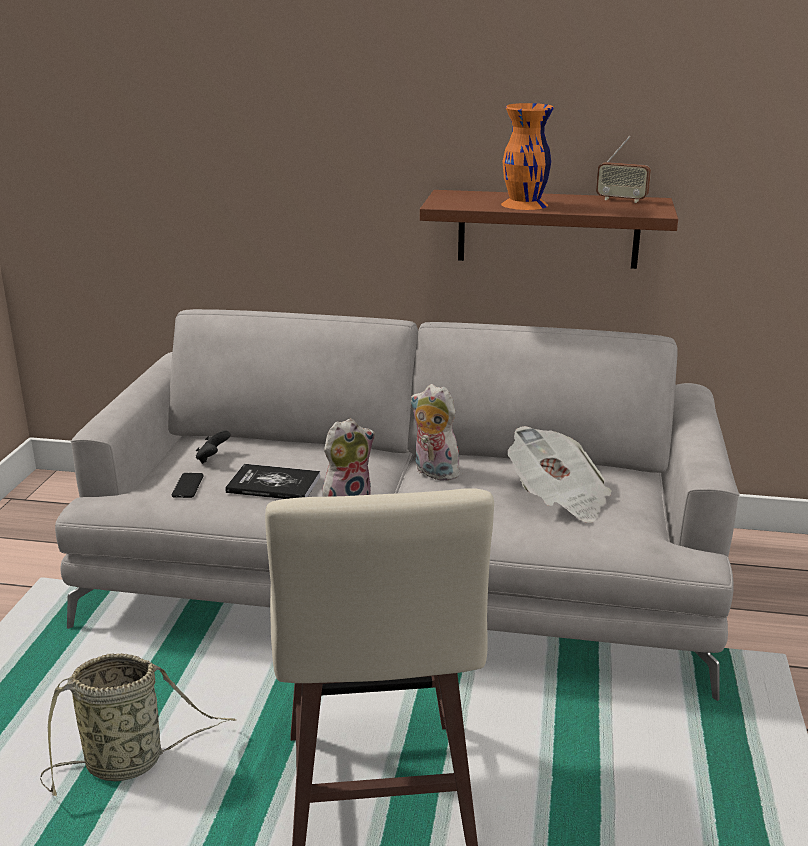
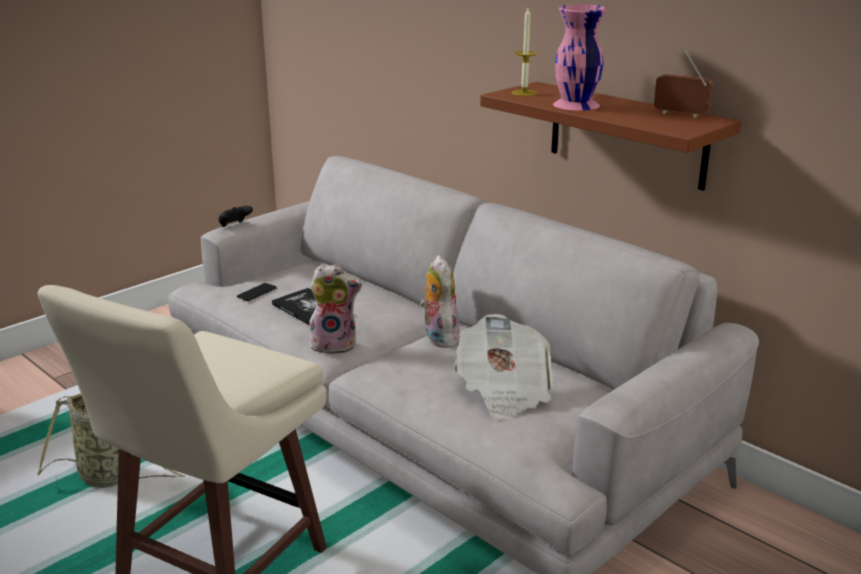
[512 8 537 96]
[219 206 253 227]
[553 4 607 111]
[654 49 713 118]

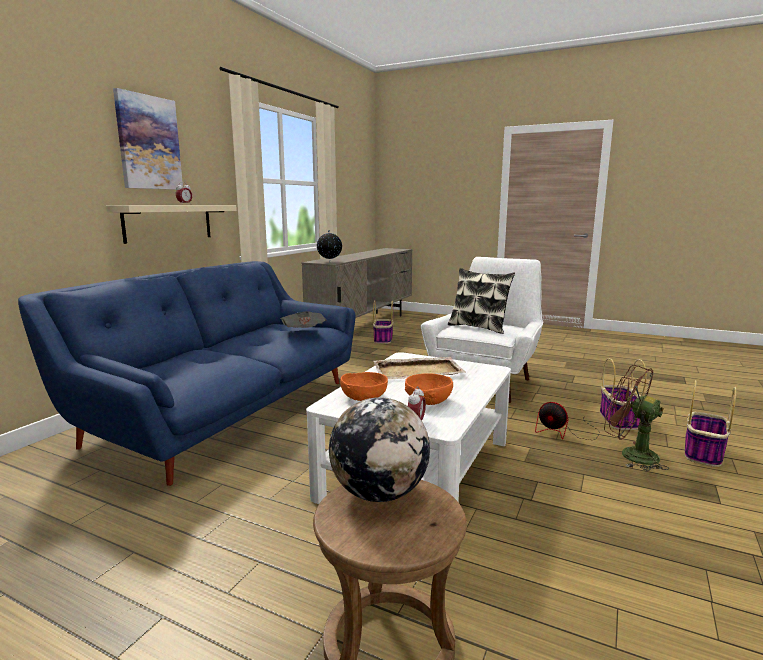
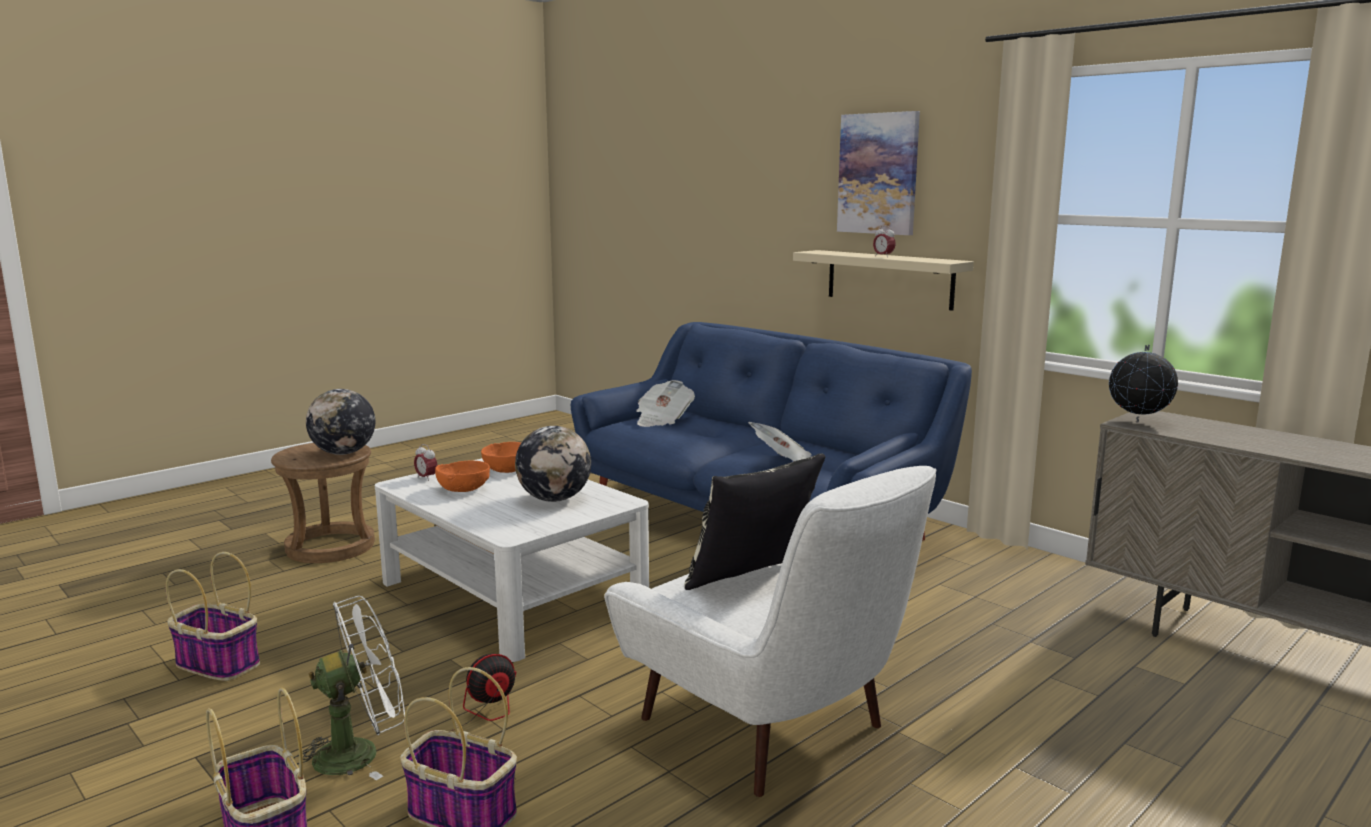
[636 380 695 427]
[166 552 260 681]
[515 426 591 502]
[294 596 405 780]

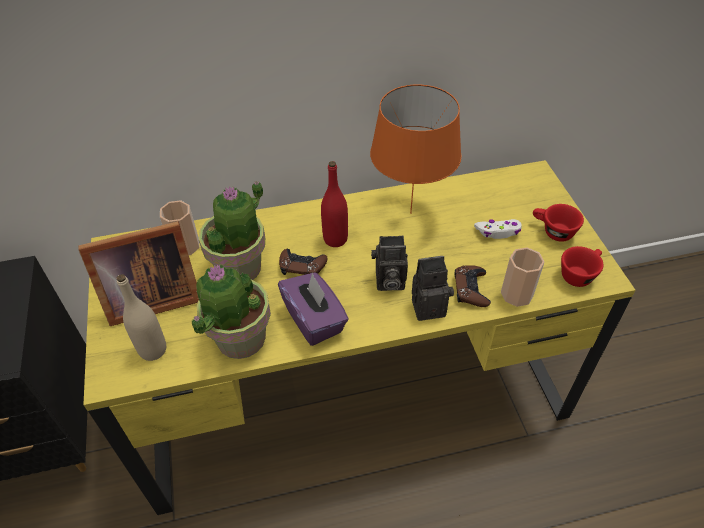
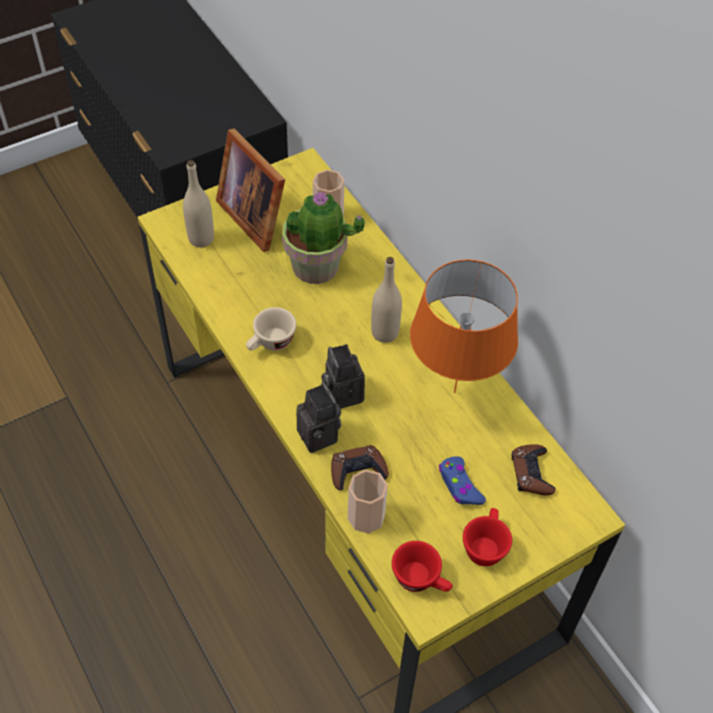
[191 264 271 359] (first image)
[512 444 556 496]
[246 307 296 351]
[371 257 402 343]
[439 456 486 505]

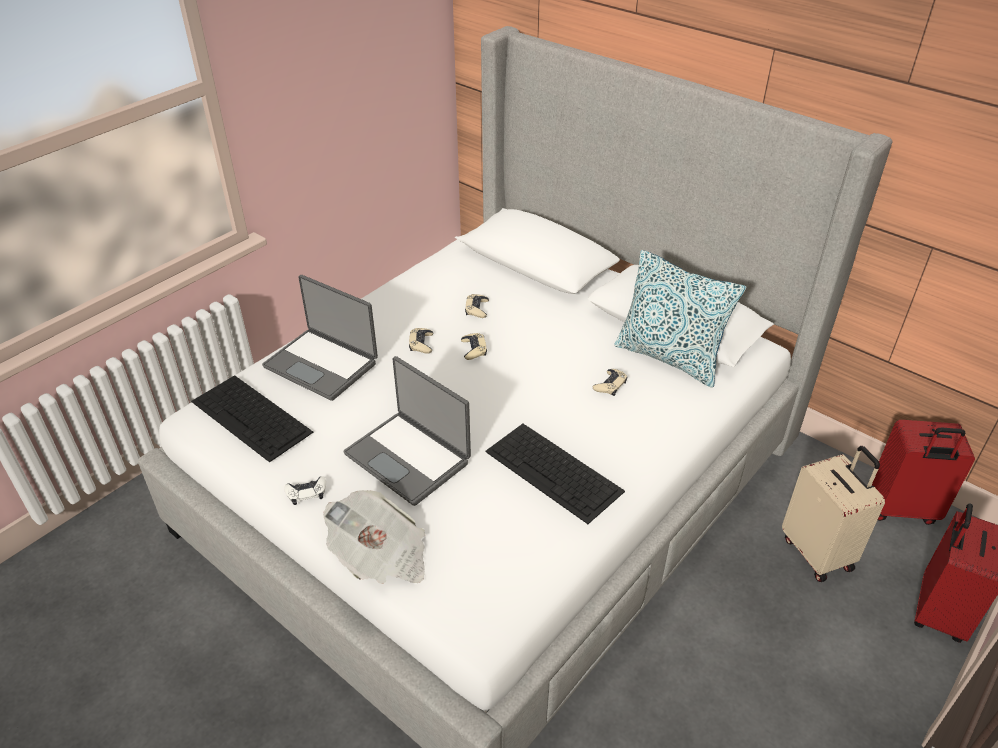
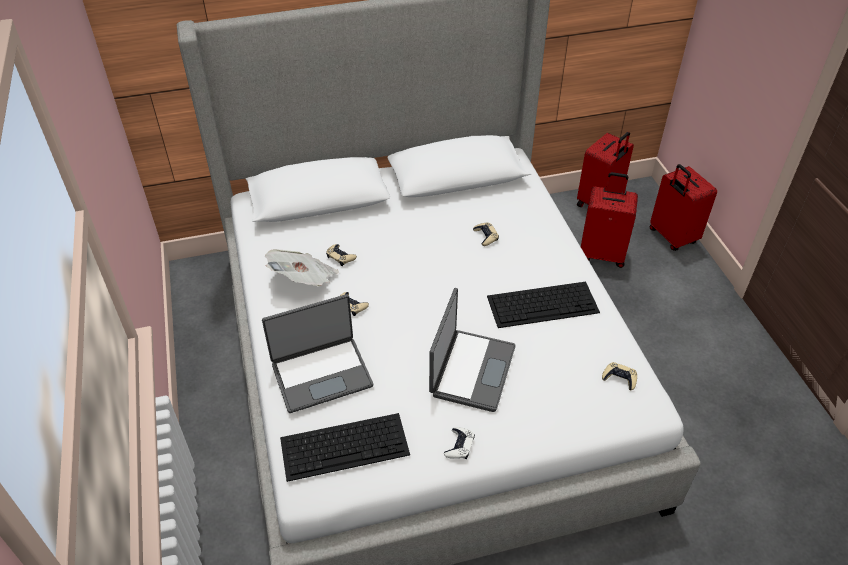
[614 250 746 387] (first image)
[265 249 339 286]
[602 362 637 390]
[581 172 638 268]
[429 288 516 412]

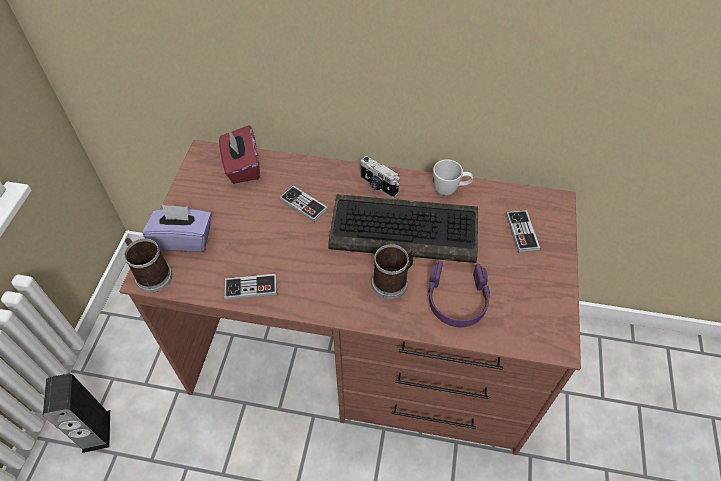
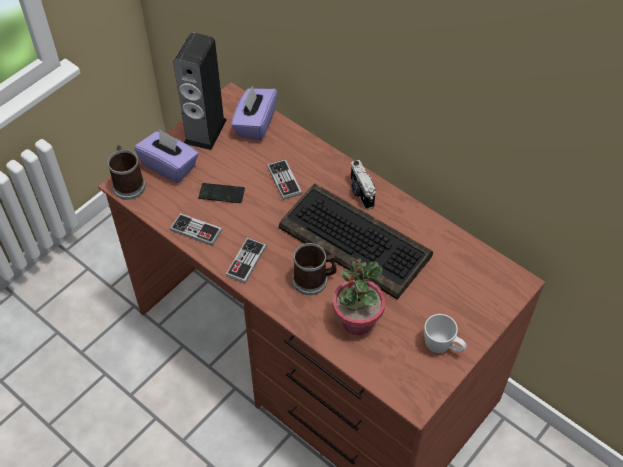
[198 183 245 203]
[173 32 227 150]
[424 314 467 353]
[226 237 267 284]
[333 258 385 335]
[231 86 278 141]

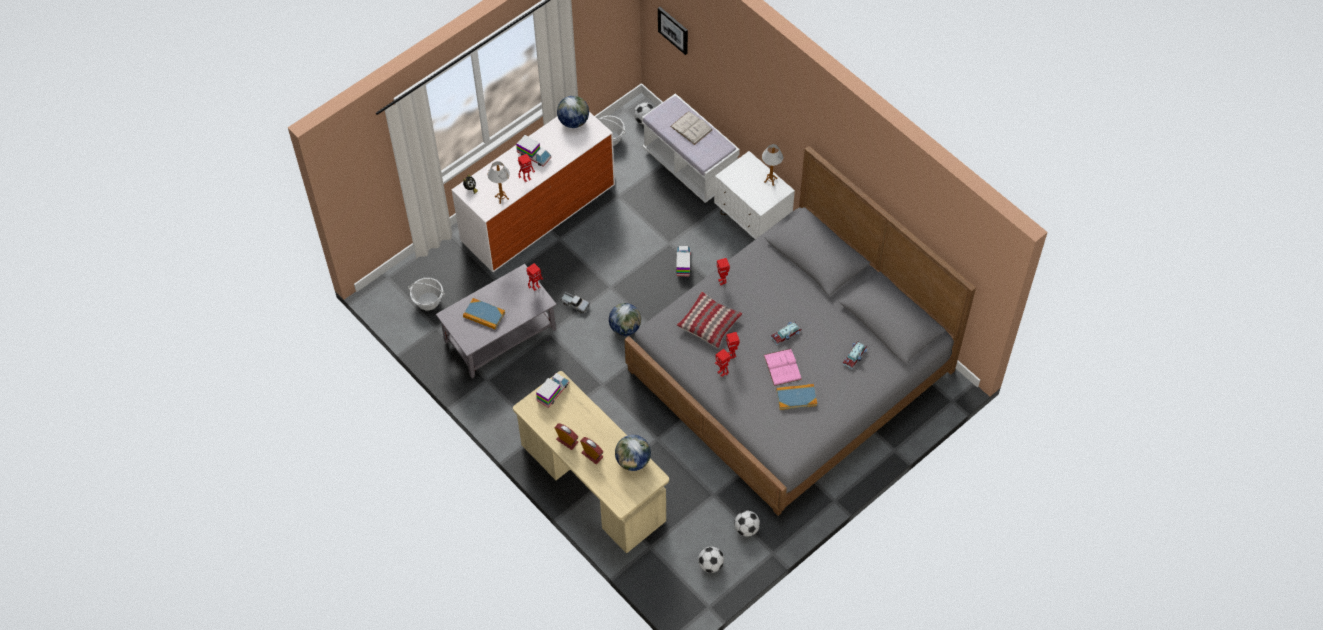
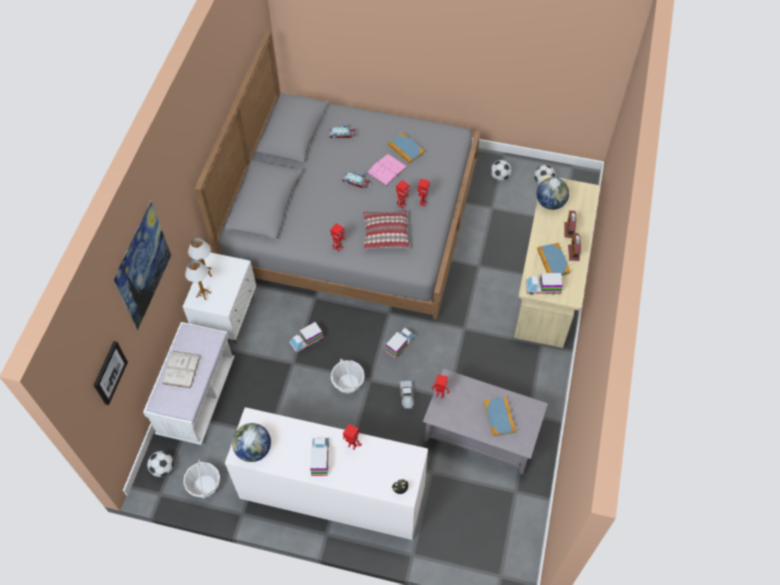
[113 201 171 331]
[537 243 571 276]
[331 358 365 393]
[185 260 211 300]
[385 328 416 359]

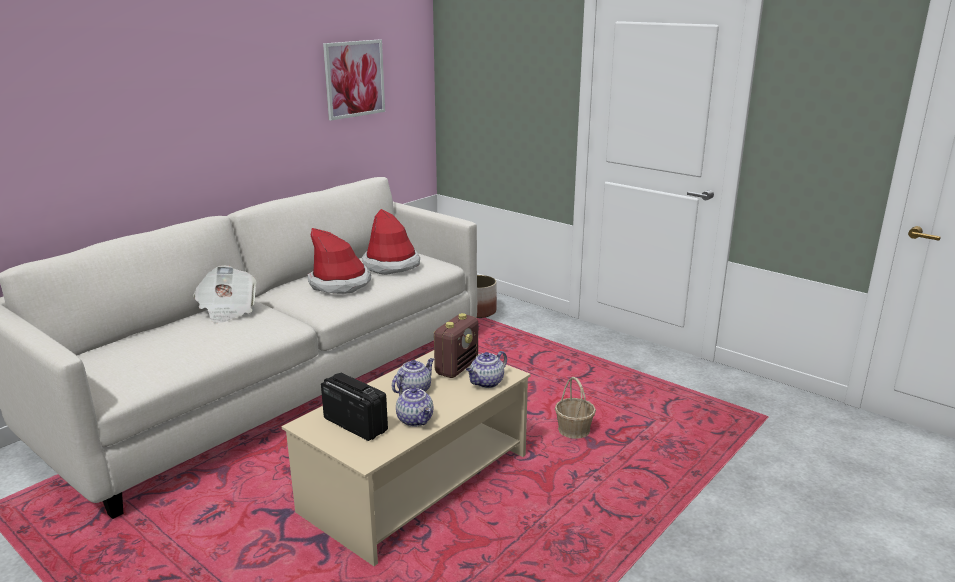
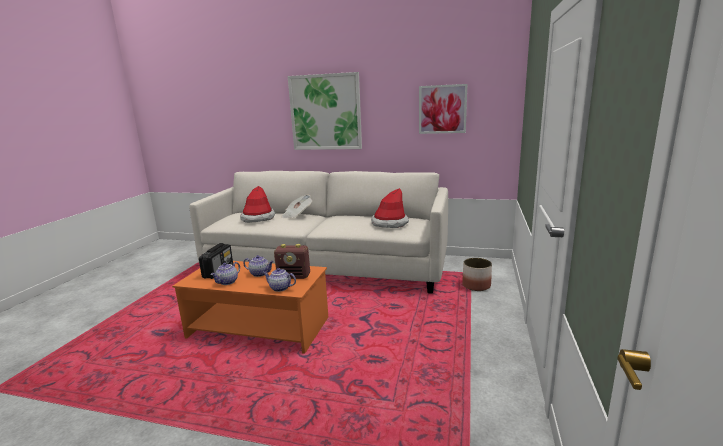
[555 377 596 439] (first image)
[288 72 362 150]
[240 186 276 223]
[172 261 328 354]

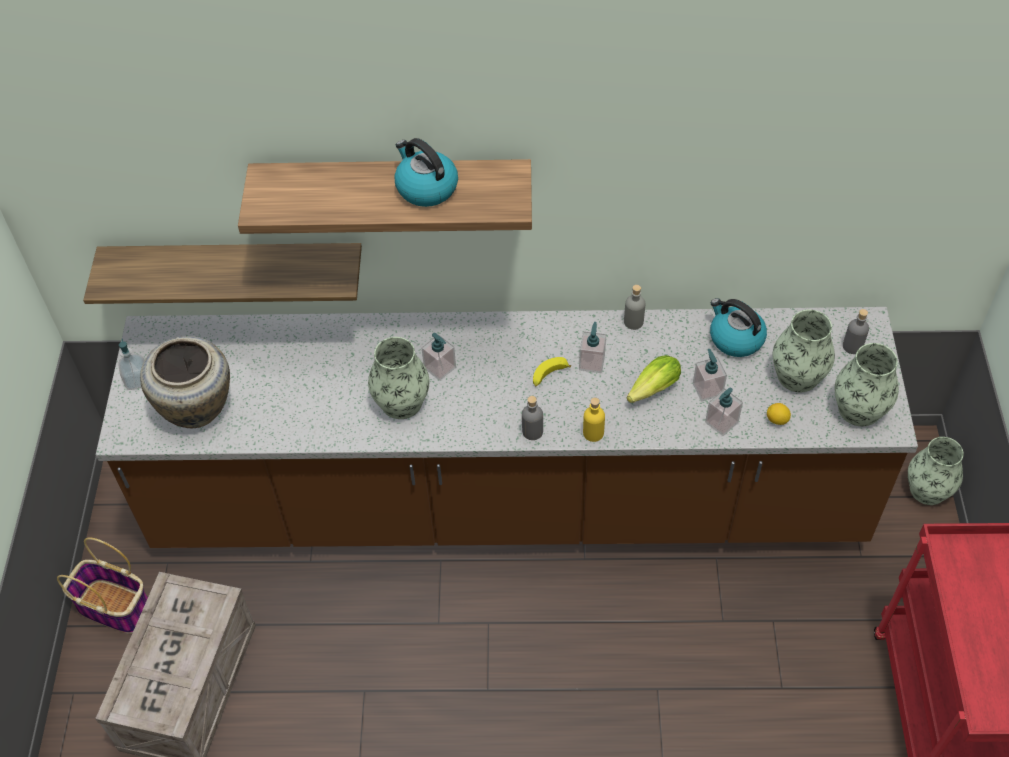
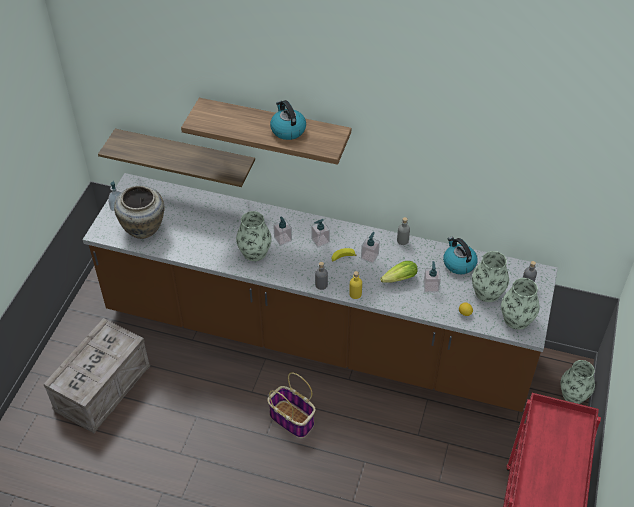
[267 373 315 438]
[312 219 330 248]

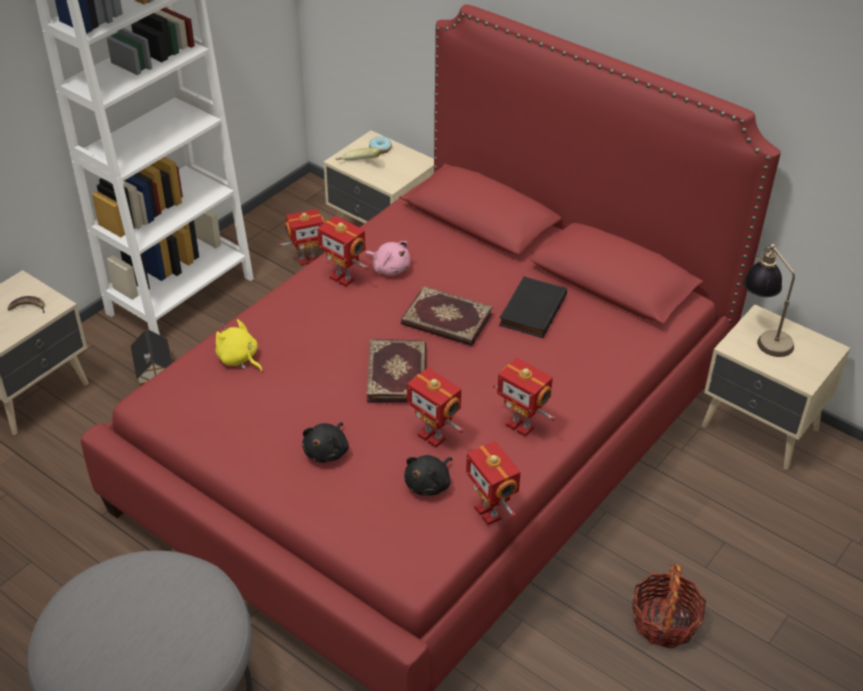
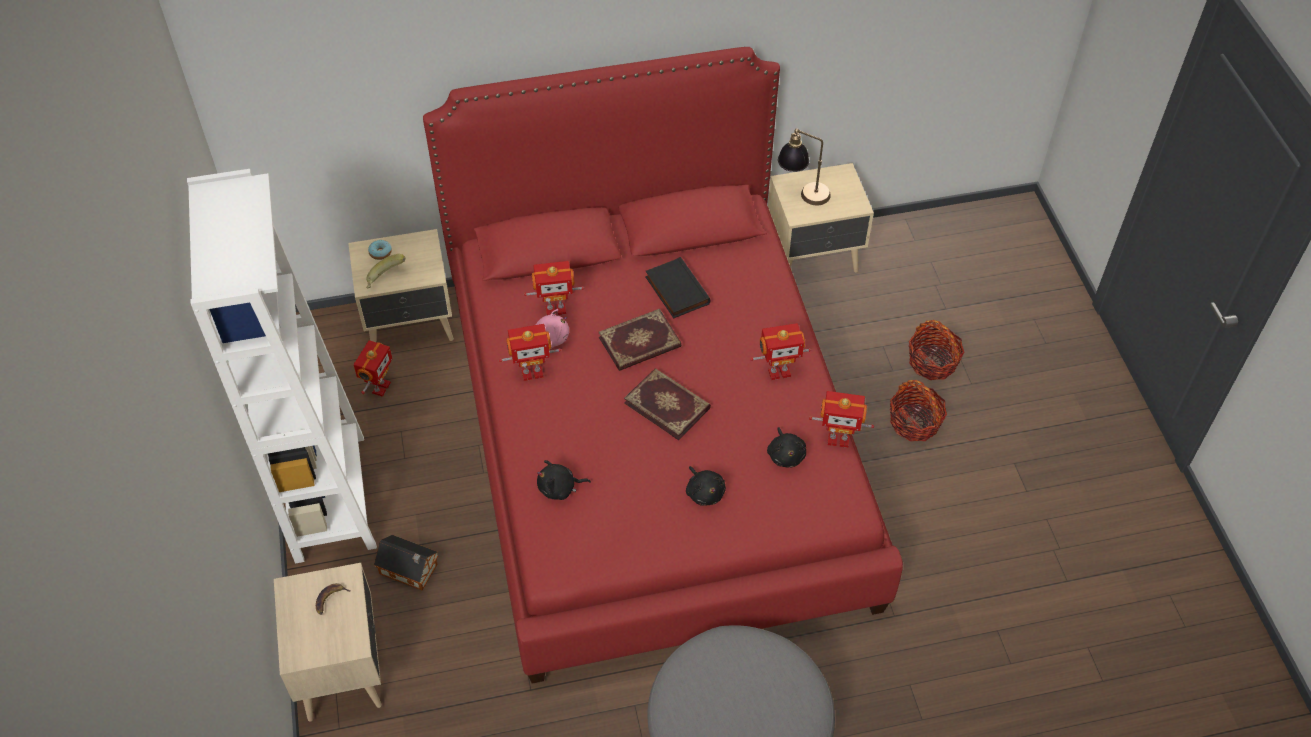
[909 320 965 380]
[524 261 584 315]
[537 460 591 500]

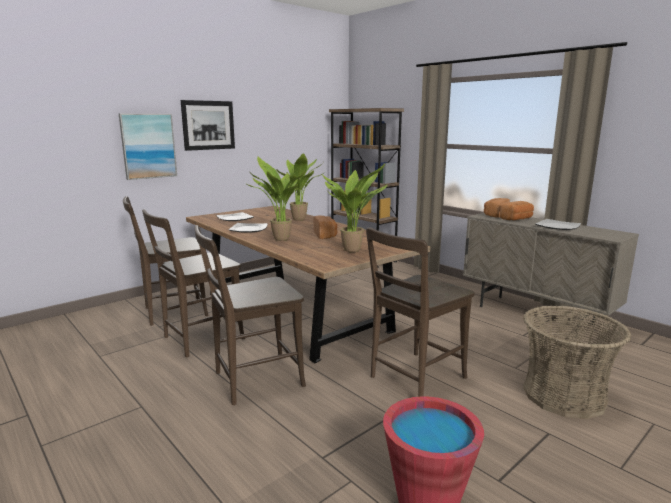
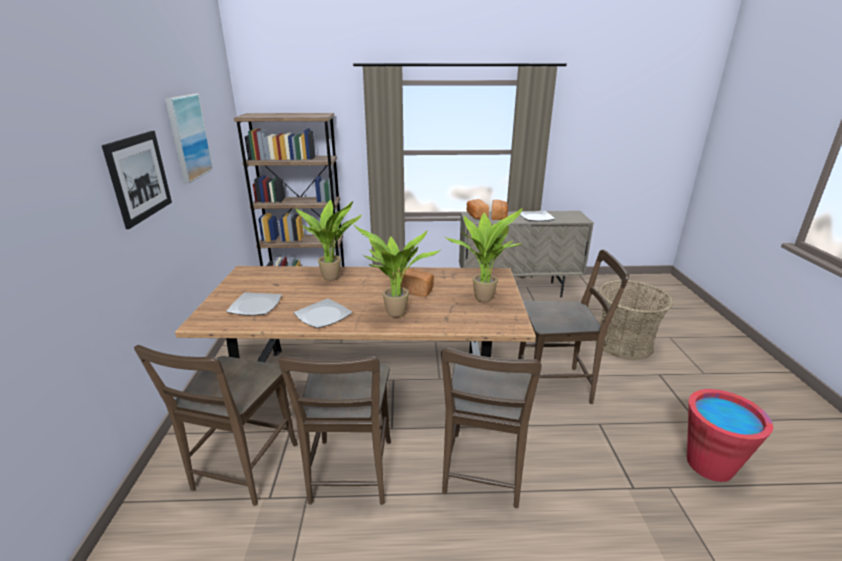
[165 93 213 183]
[518 250 629 404]

